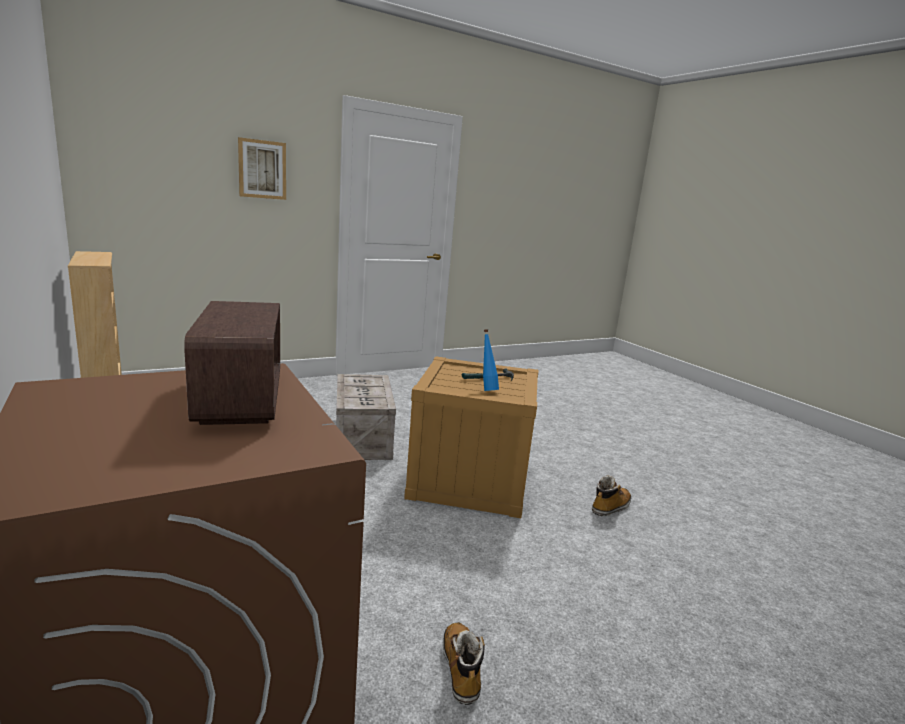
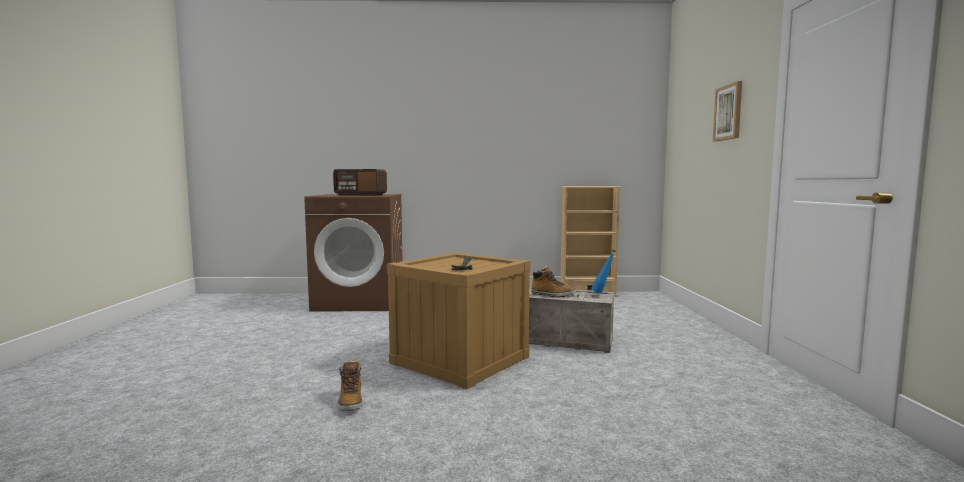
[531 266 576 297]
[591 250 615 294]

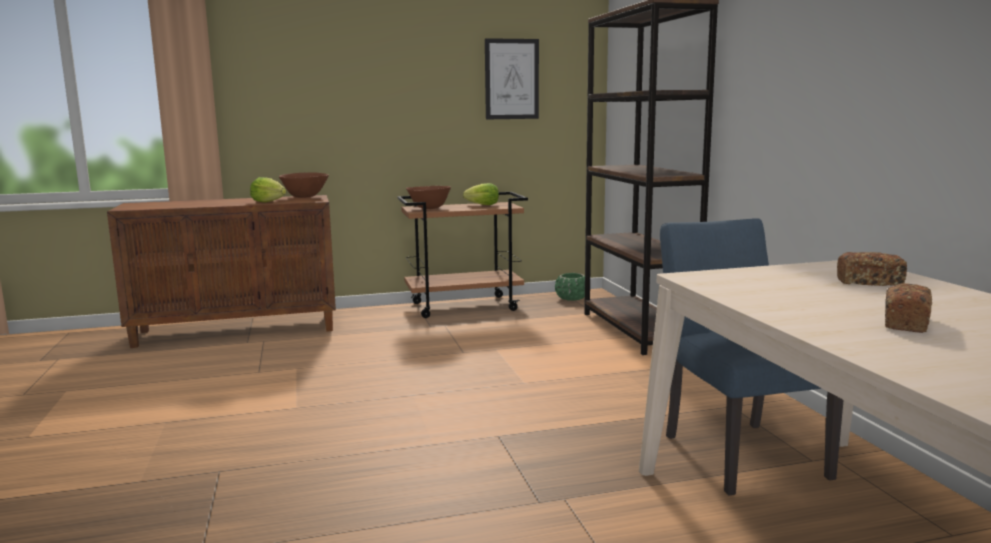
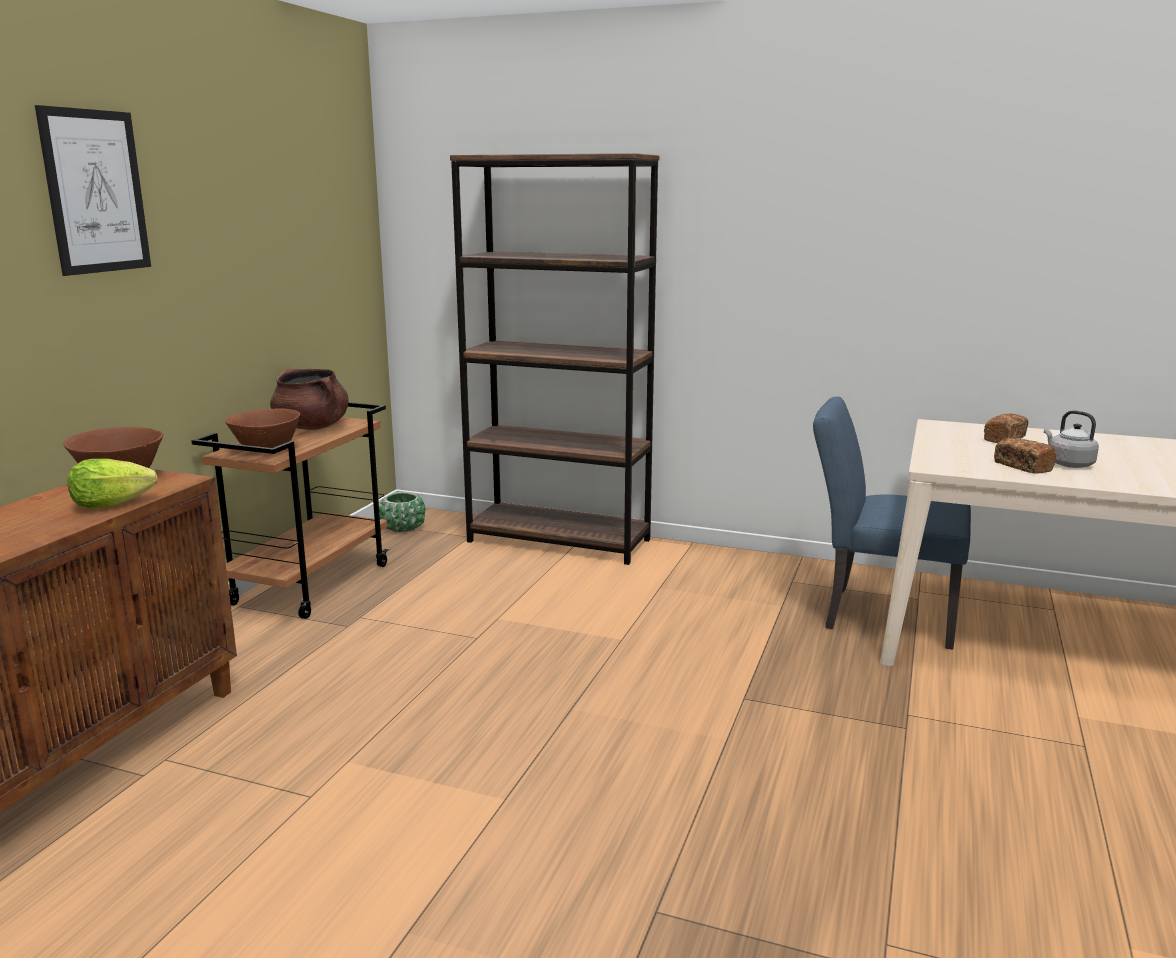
[1044 410 1099 468]
[35 105 151 276]
[994 438 1056 474]
[270 369 349 430]

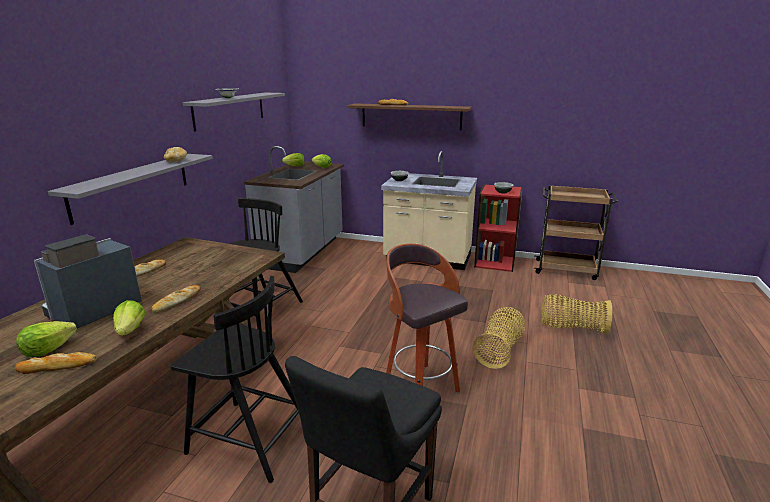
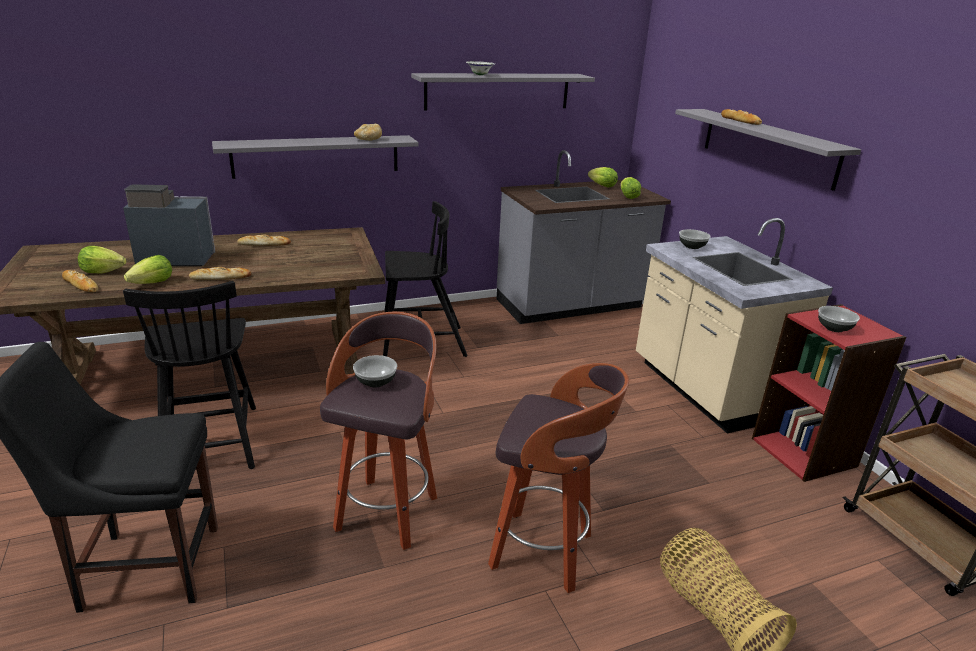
[353 355 397 387]
[488 363 629 593]
[675 109 861 191]

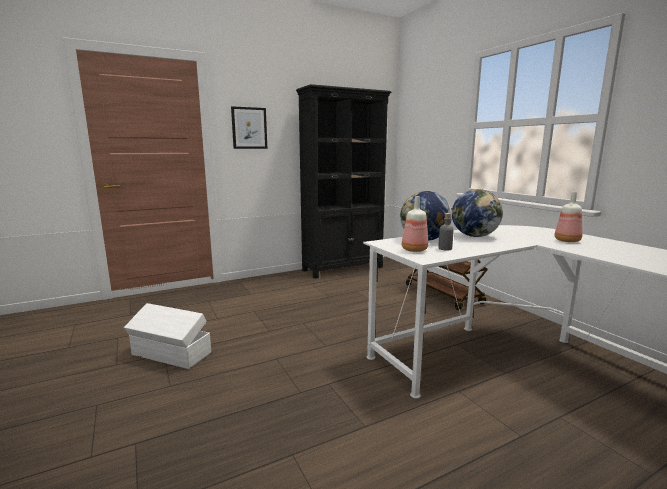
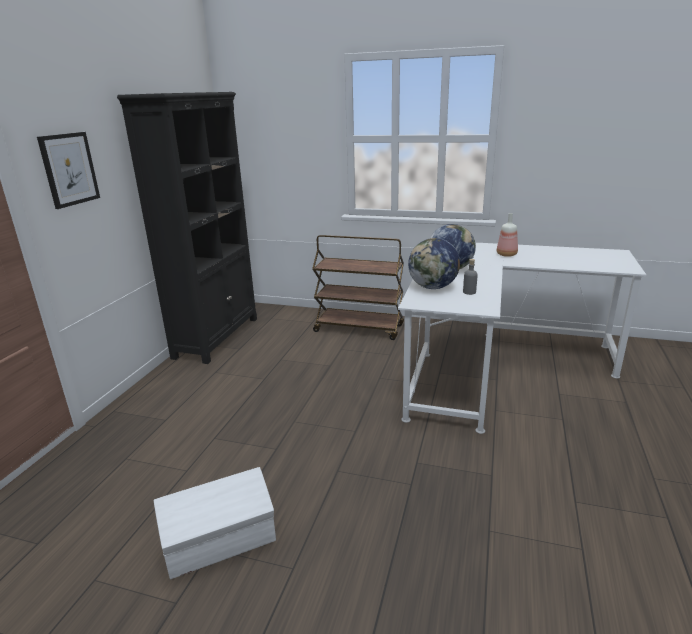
[402 196 428 252] (first image)

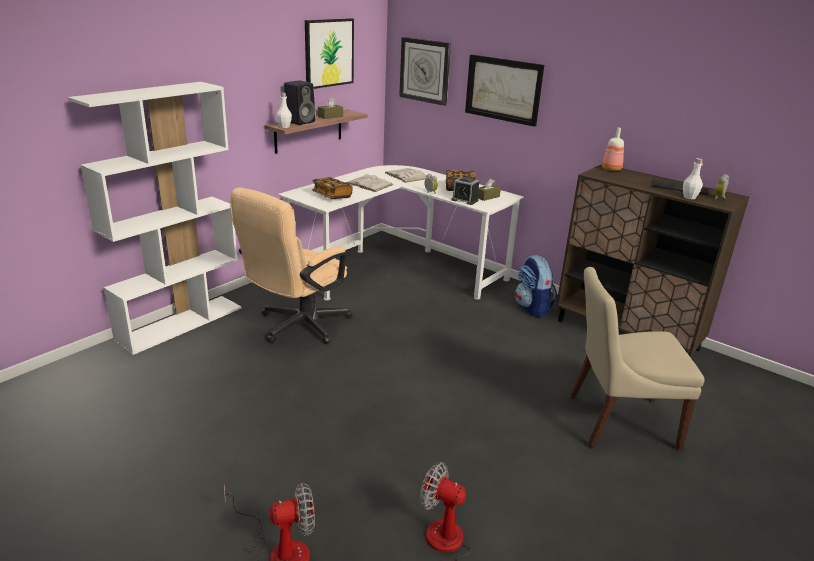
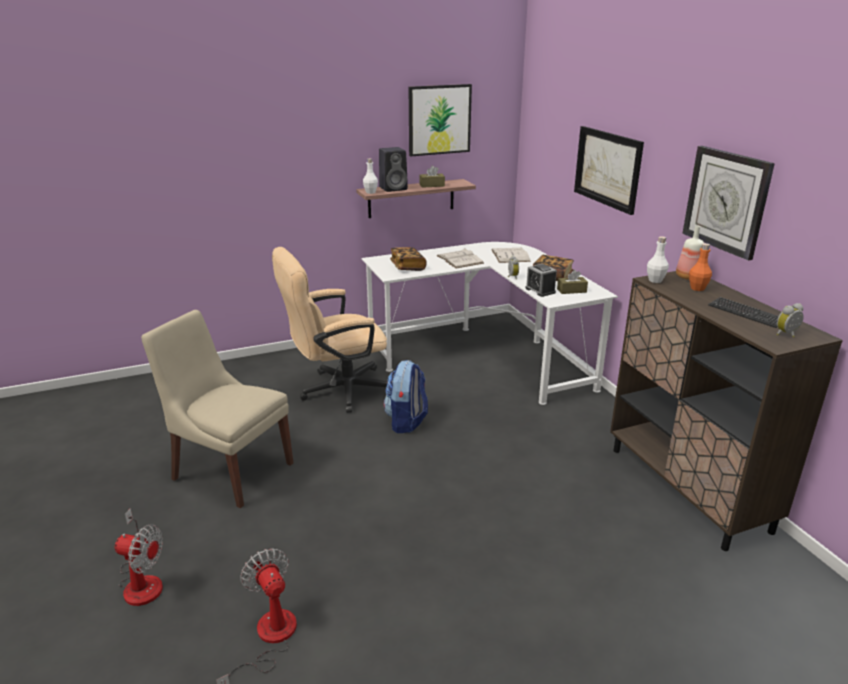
[68 82 242 355] (first image)
[689 243 712 291]
[682 146 775 260]
[384 360 428 433]
[141 310 294 508]
[647 236 669 283]

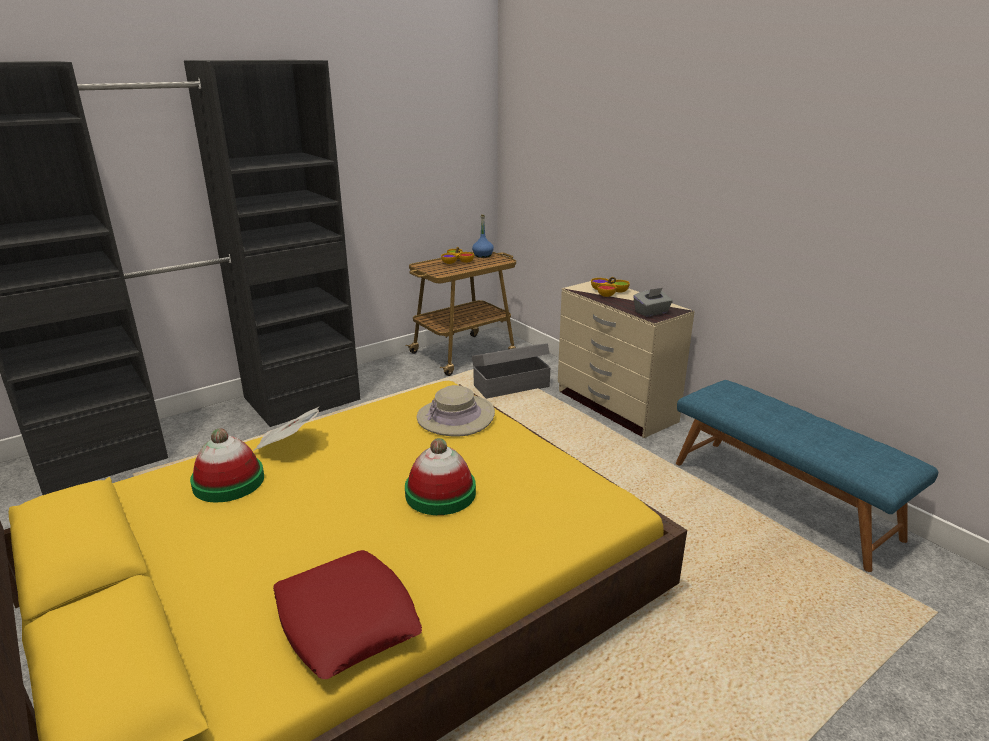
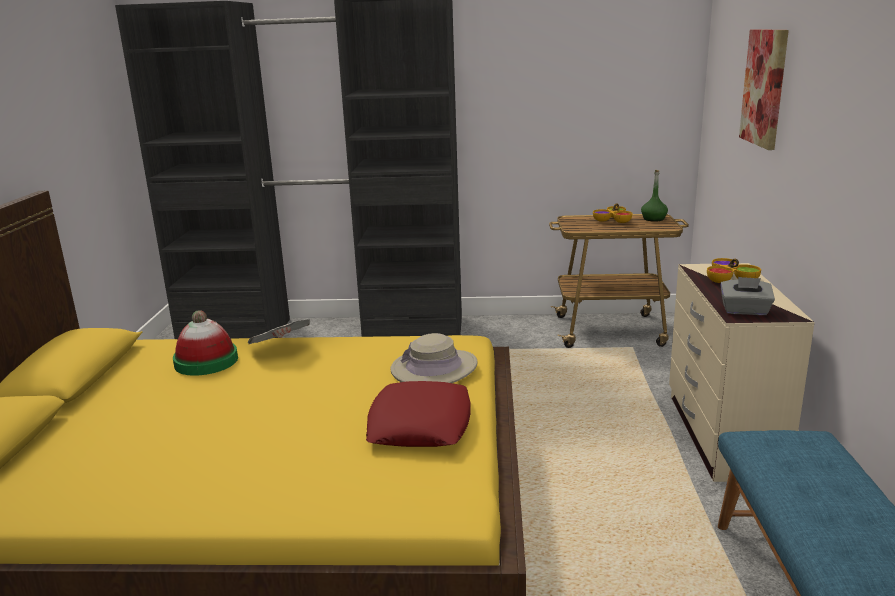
[405 438 476 515] (first image)
[472 343 551 399] (first image)
[739 29 789 150]
[366 381 471 447]
[641 170 668 222]

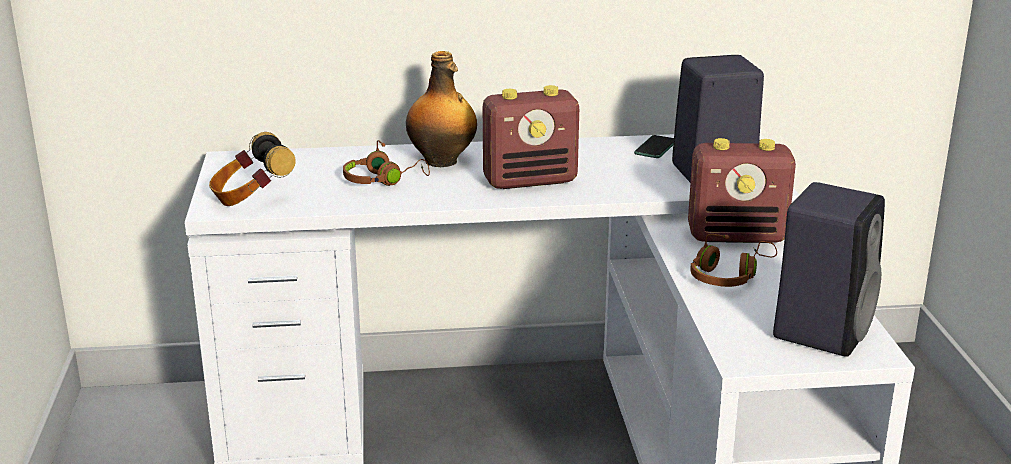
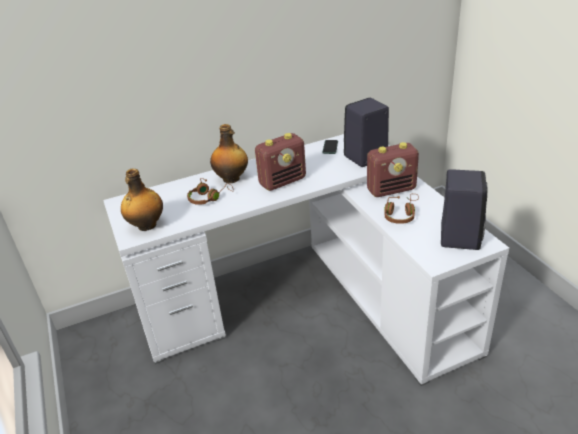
[121 169 163 231]

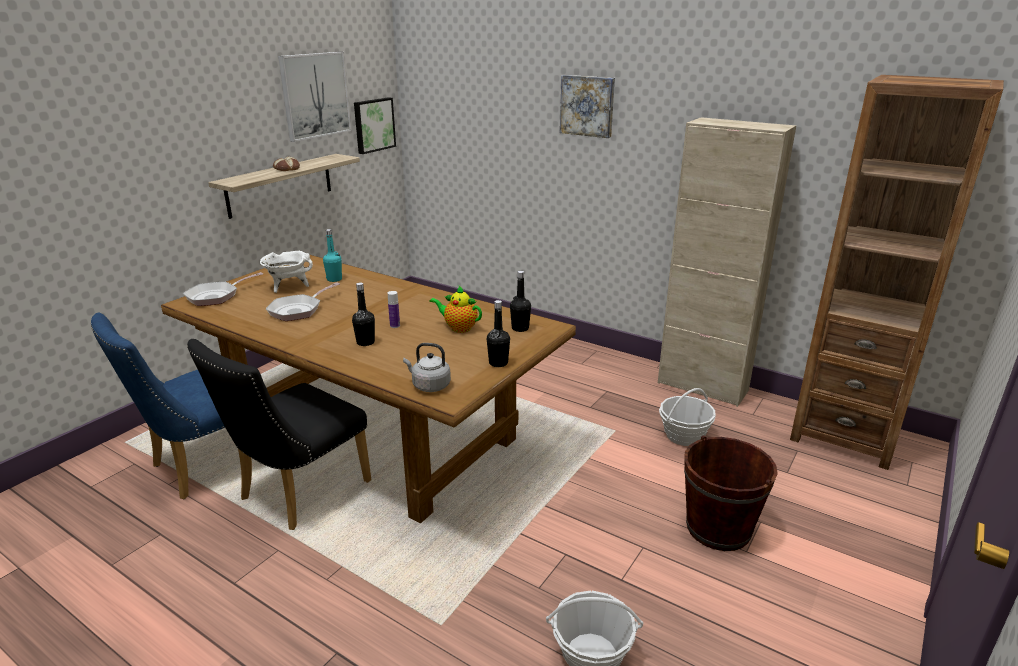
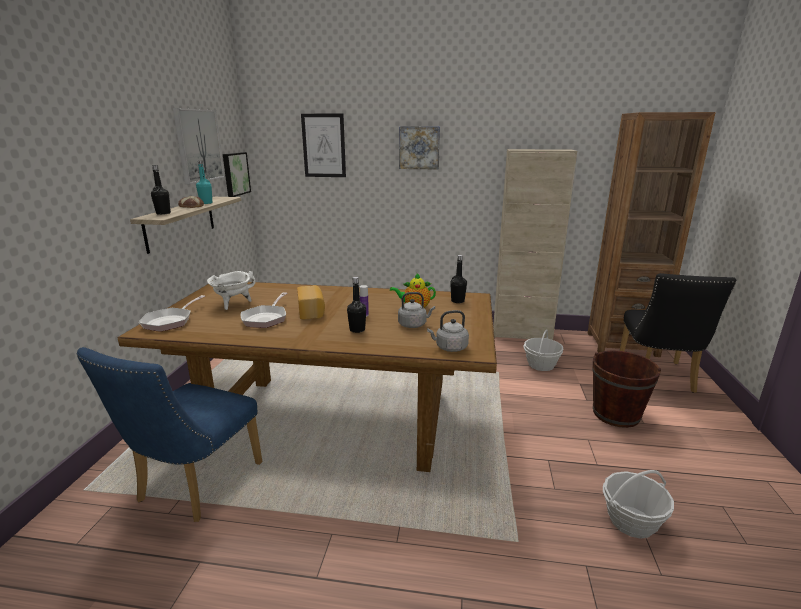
[297 285 325 319]
[301 114 346 177]
[398 292 435 328]
[620 273 736 393]
[196 160 212 204]
[151 165 171 215]

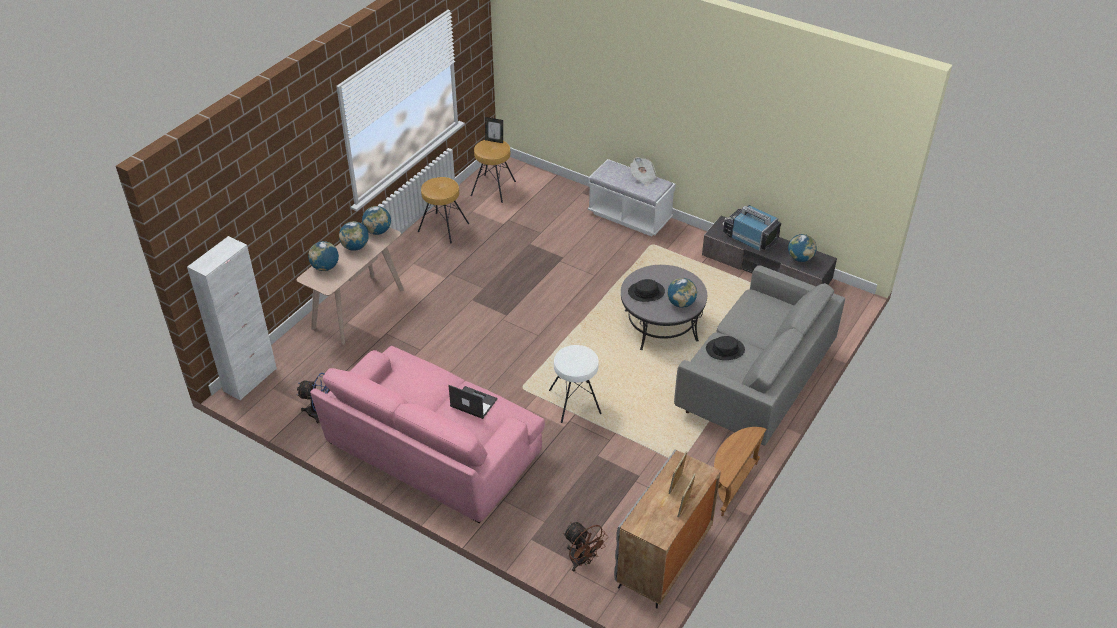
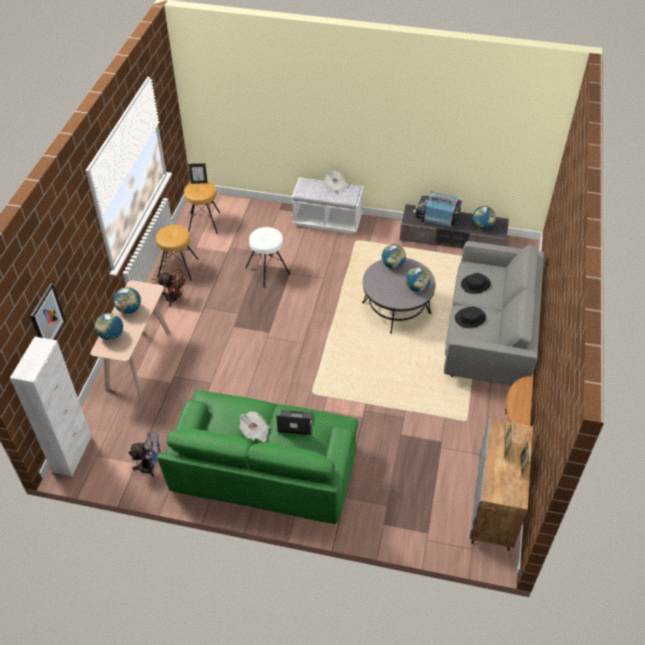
[30 283 66 340]
[239 412 270 442]
[382 244 406 269]
[246 227 290 288]
[157 269 188 306]
[461 273 491 294]
[157 390 358 524]

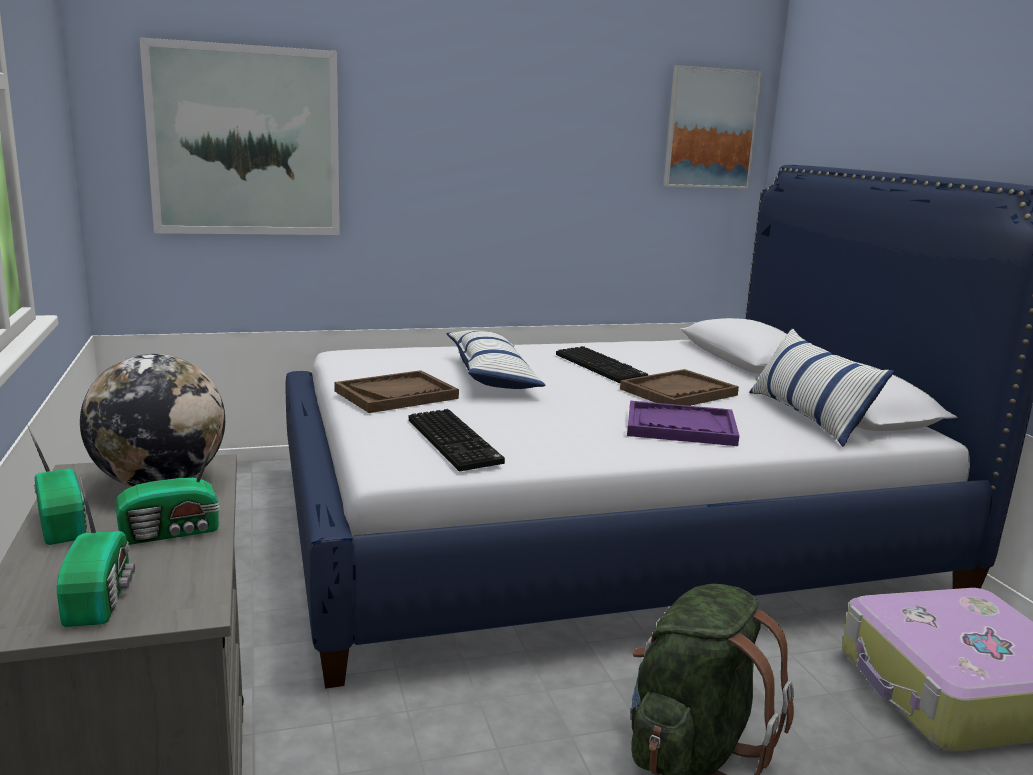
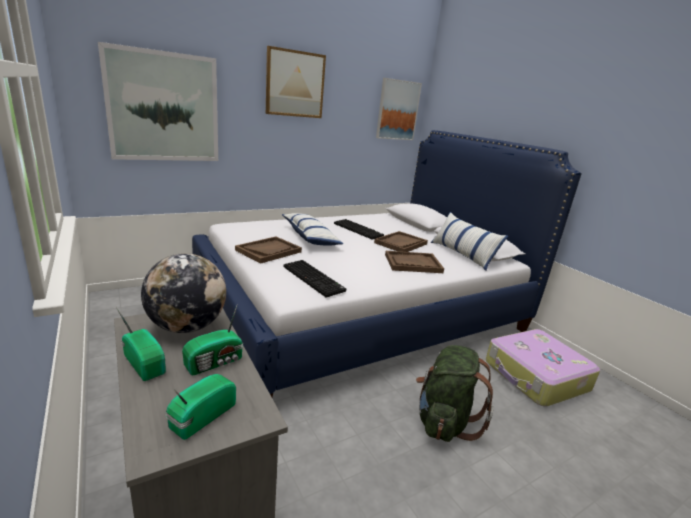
[266 46 326 118]
[385 251 444 273]
[165 374 236 440]

